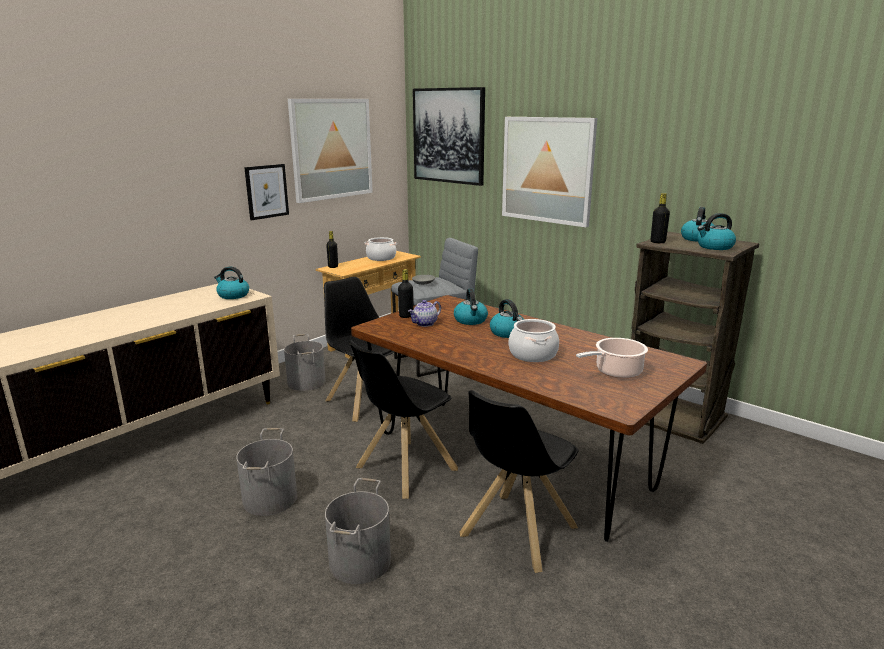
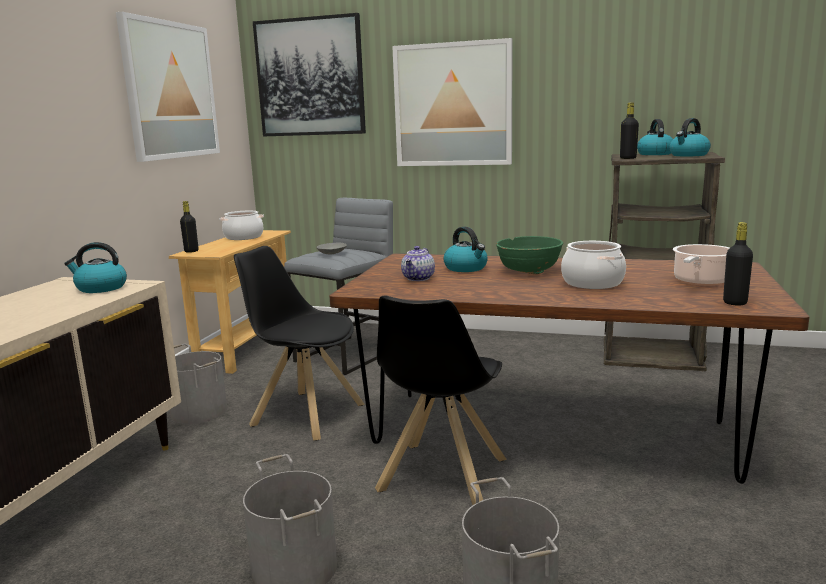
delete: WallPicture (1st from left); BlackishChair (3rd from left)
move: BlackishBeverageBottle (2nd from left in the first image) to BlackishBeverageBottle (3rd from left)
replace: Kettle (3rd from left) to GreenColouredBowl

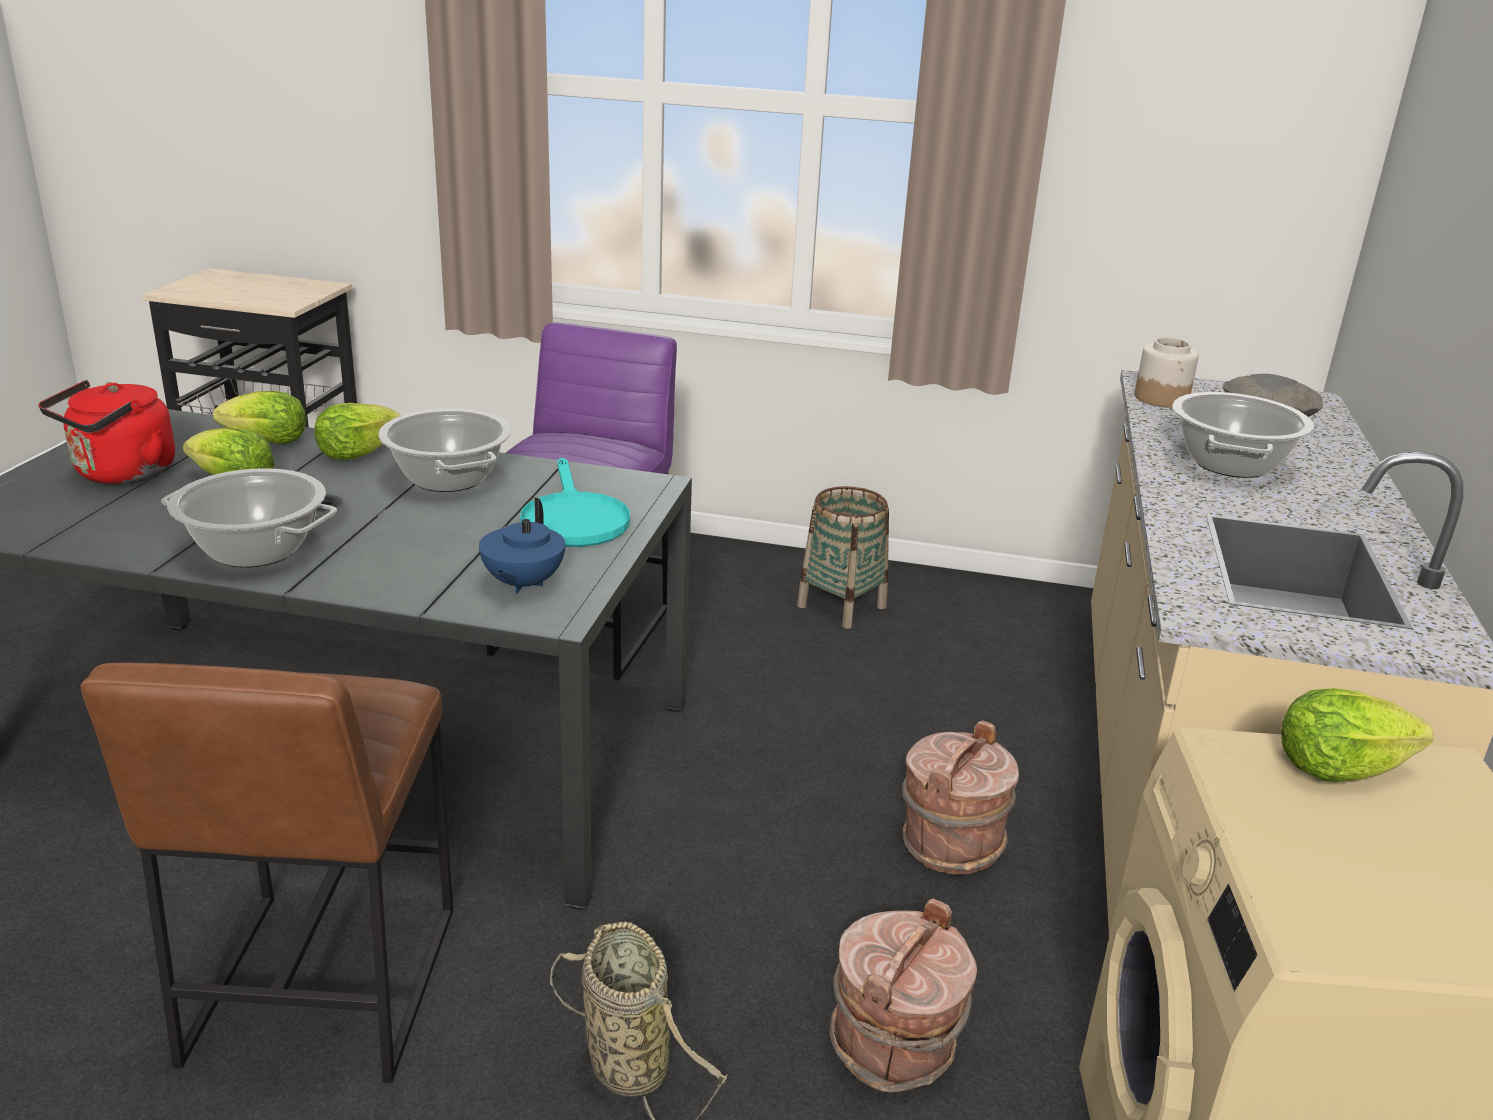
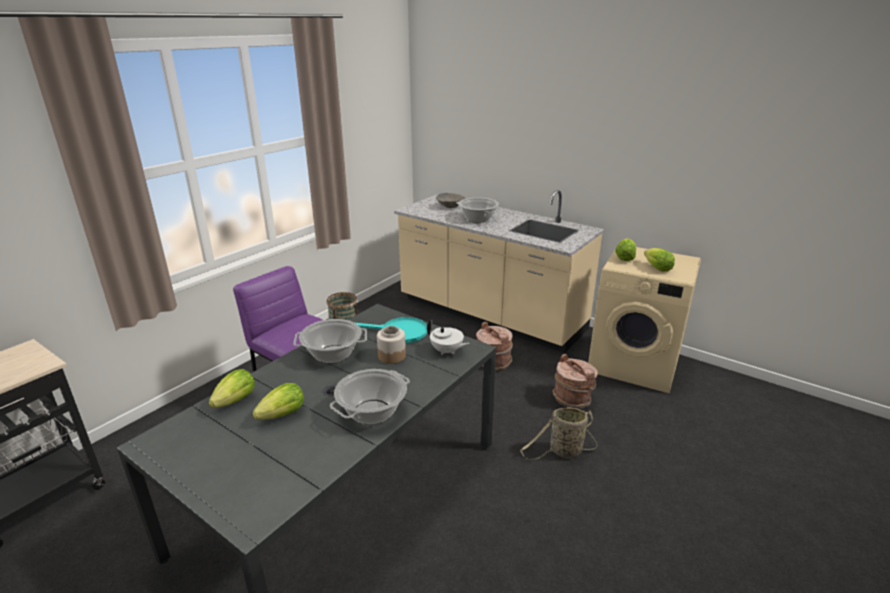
delete: RedKettle; BrownColouredChair
move: Jar; HeadOfLettuce (3rd from left in the first image) to HeadOfLettuce (4th from left)
recolor: BlueColouredTeapot to WhiteTeapot

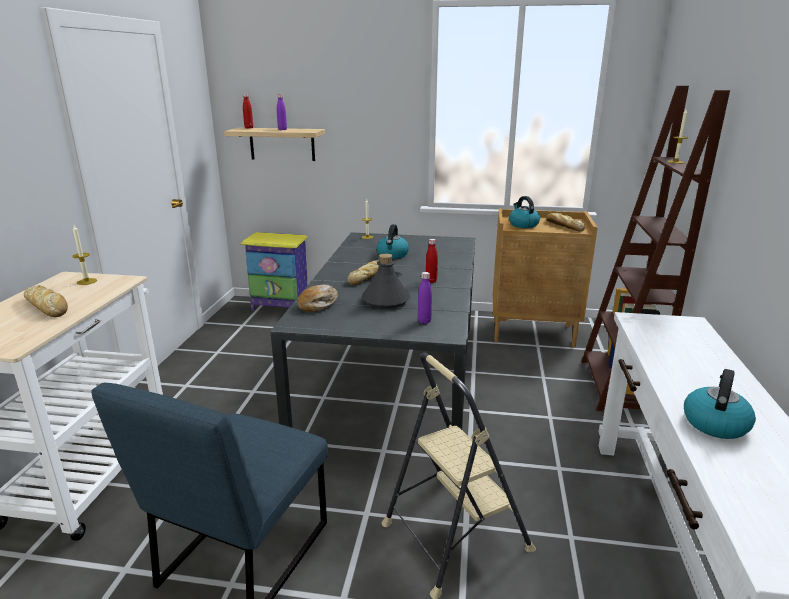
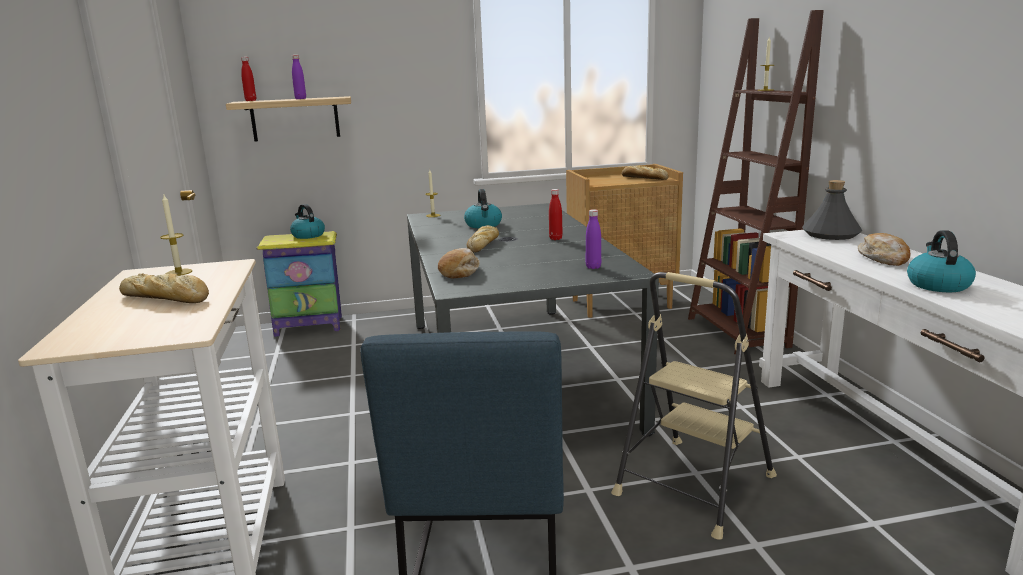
insert: BakeryBread (5th from left)
move: Kettle (2nd from left in the first image) to Kettle (1st from left); GreyishBeverageBottle

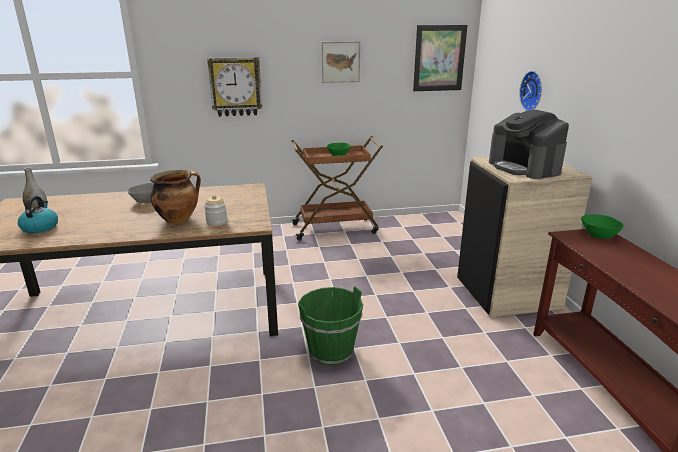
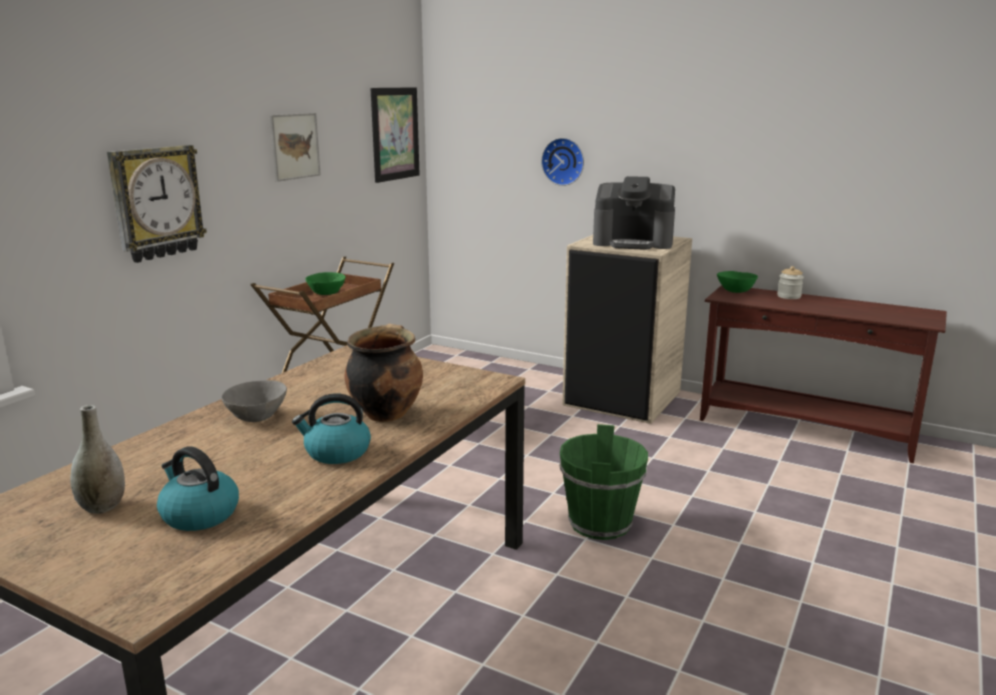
insert: Kettle (2nd from left)
move: Jar

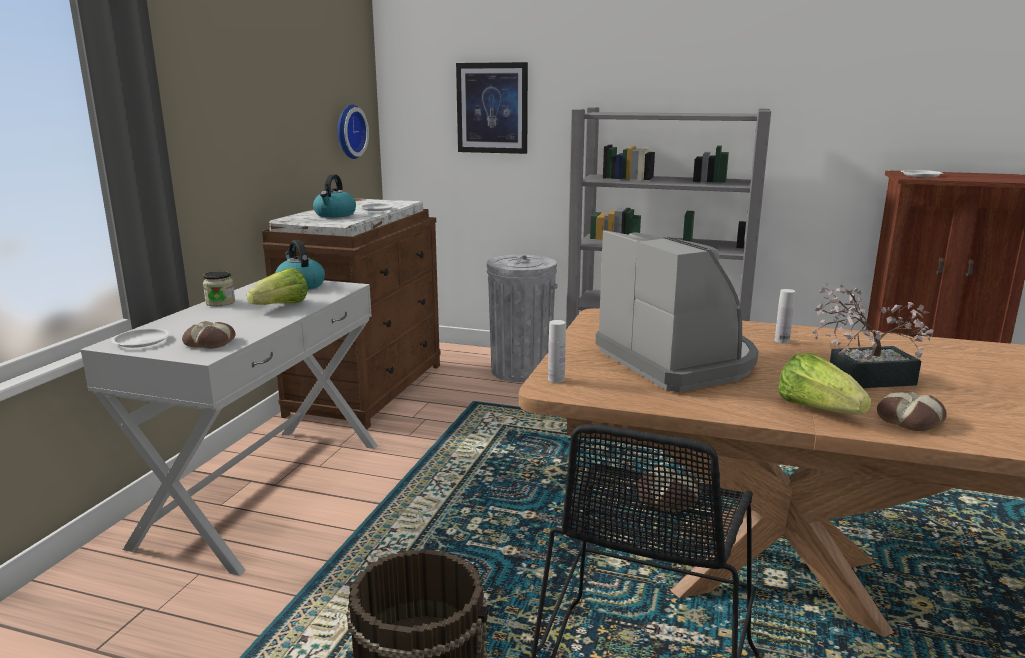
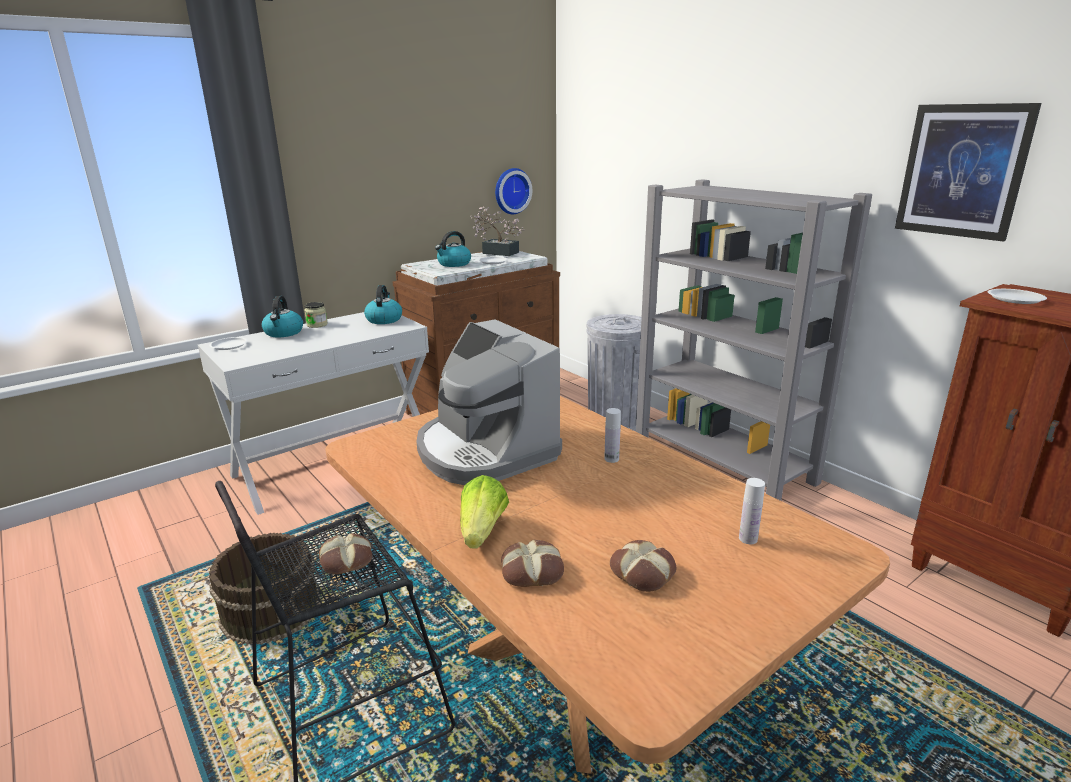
delete: HeadOfLettuce (1st from left)
insert: Kettle (1st from left)
move: PottedPlant; BakeryBread (1st from left in the first image) to BakeryBread (3rd from left); WhiteBeverageBottle (1st from left in the first image) to WhiteBeverageBottle (2nd from left); WallPicture
rotate: CoffeeMachine 135 degrees clockwise

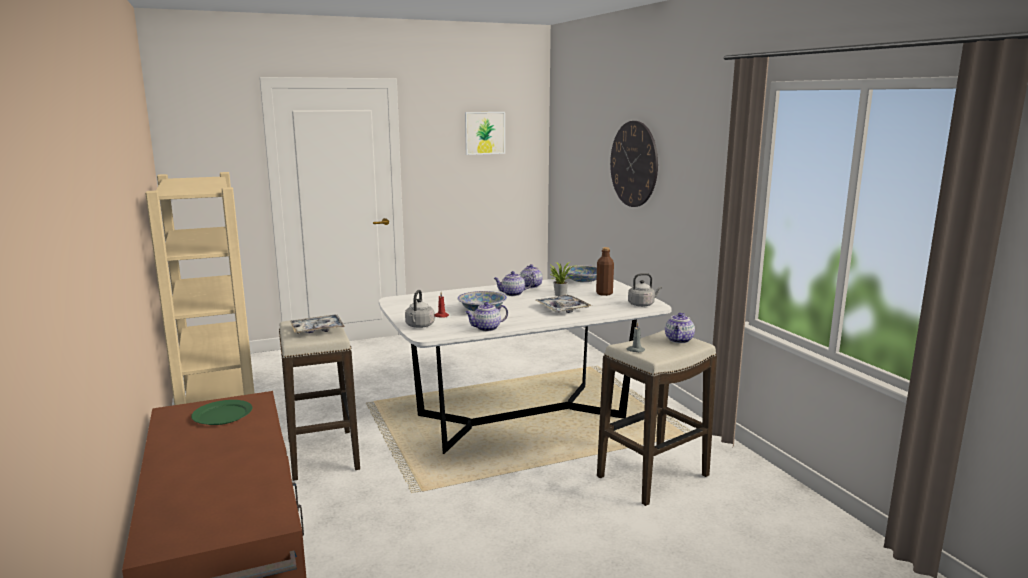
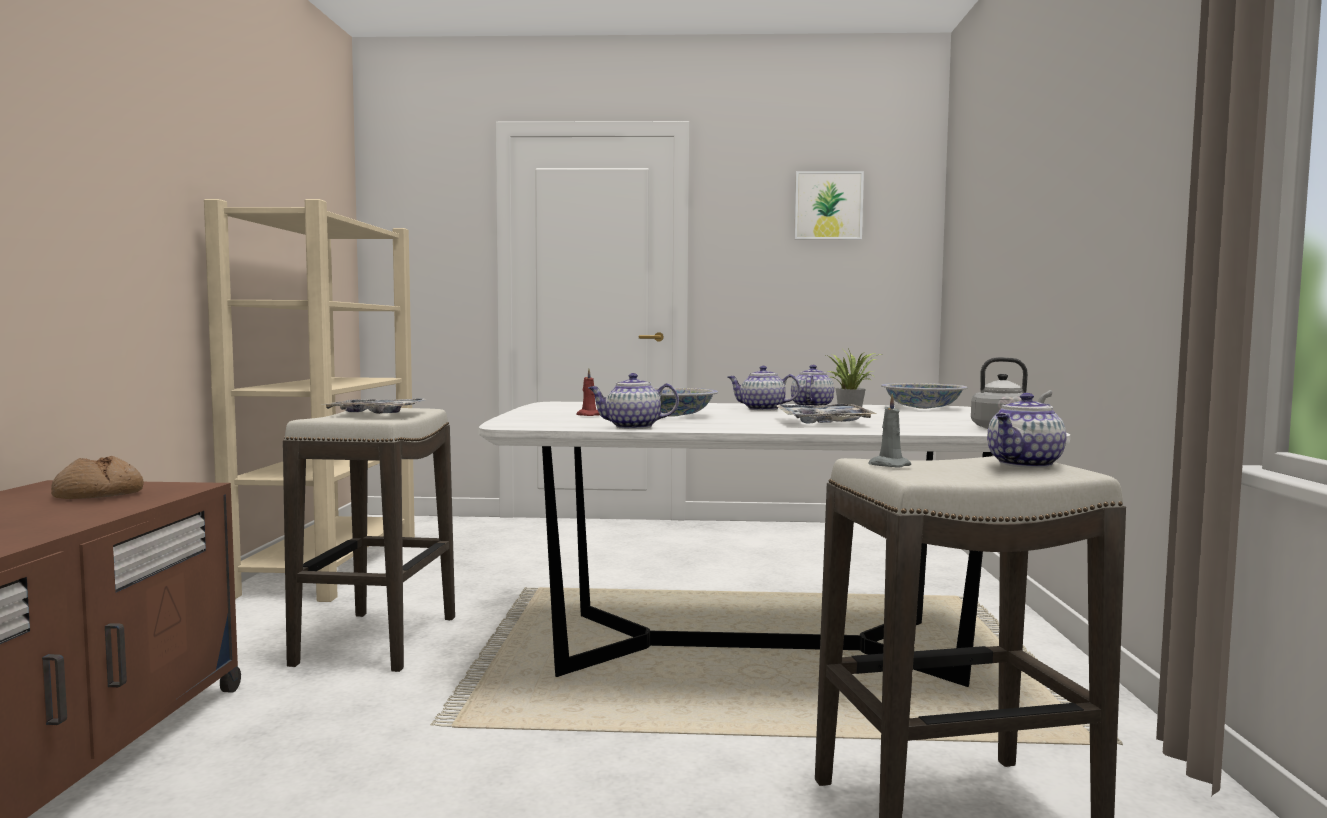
delete: GreyishKettle (1st from left); BrownColouredBeverageBottle; HangingClock
replace: GreenColouredPlate to BakeryBread

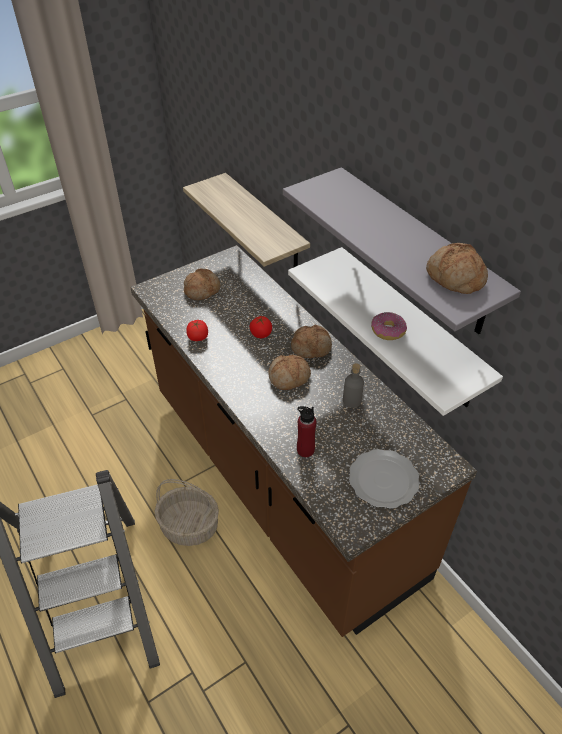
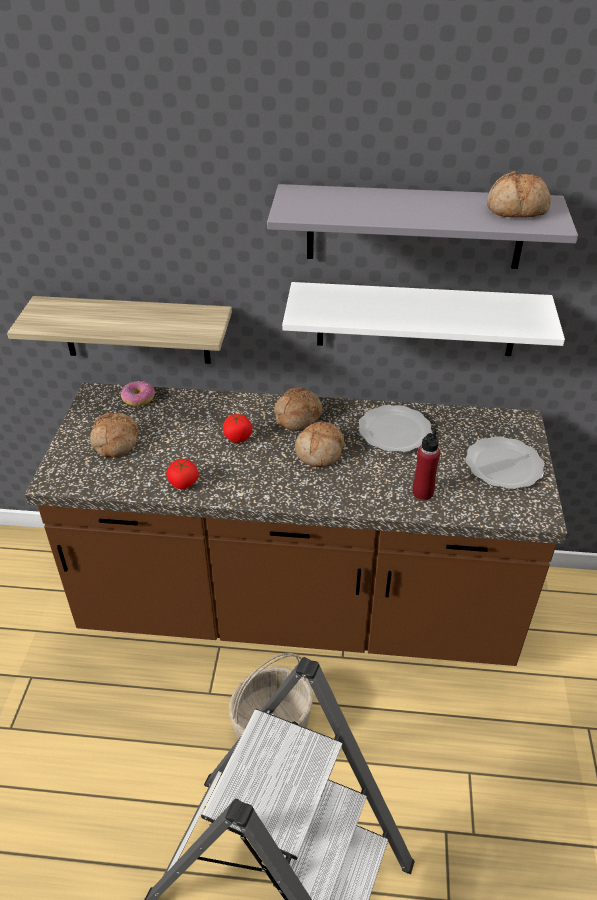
move: RingDoughnut
replace: GreyishBeverageBottle to Plate (1st from left)

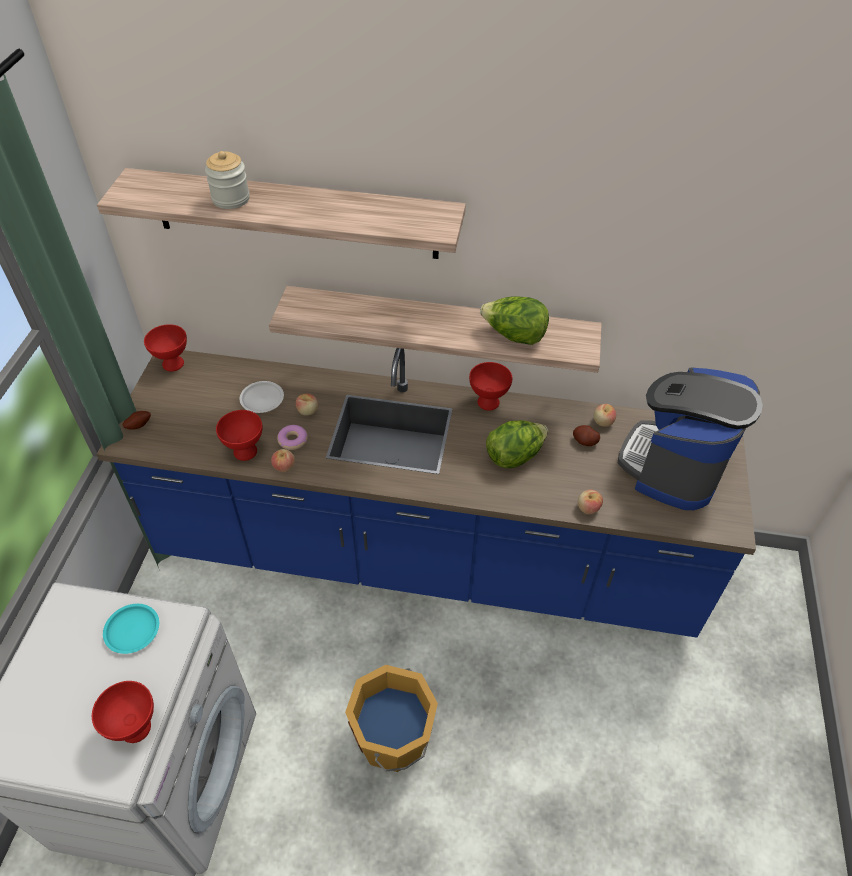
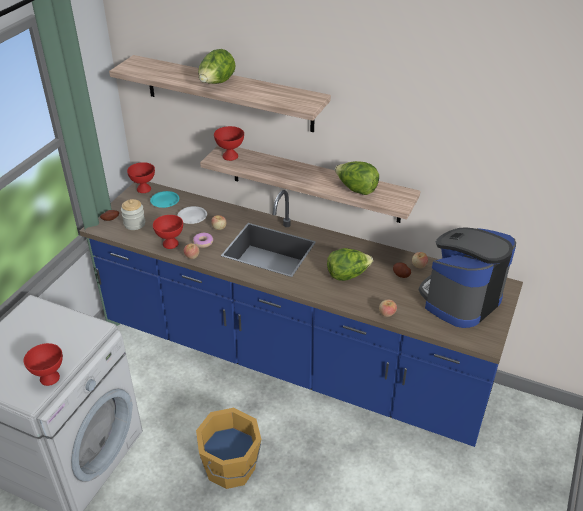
insert: HeadOfLettuce (1st from left)
move: Jar; TurquoisePlate; RedBowl (4th from left)

